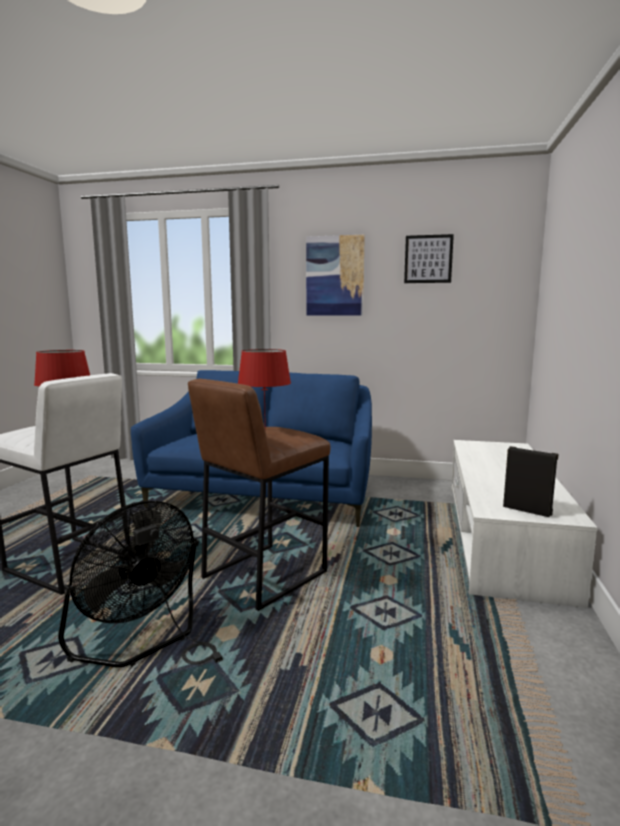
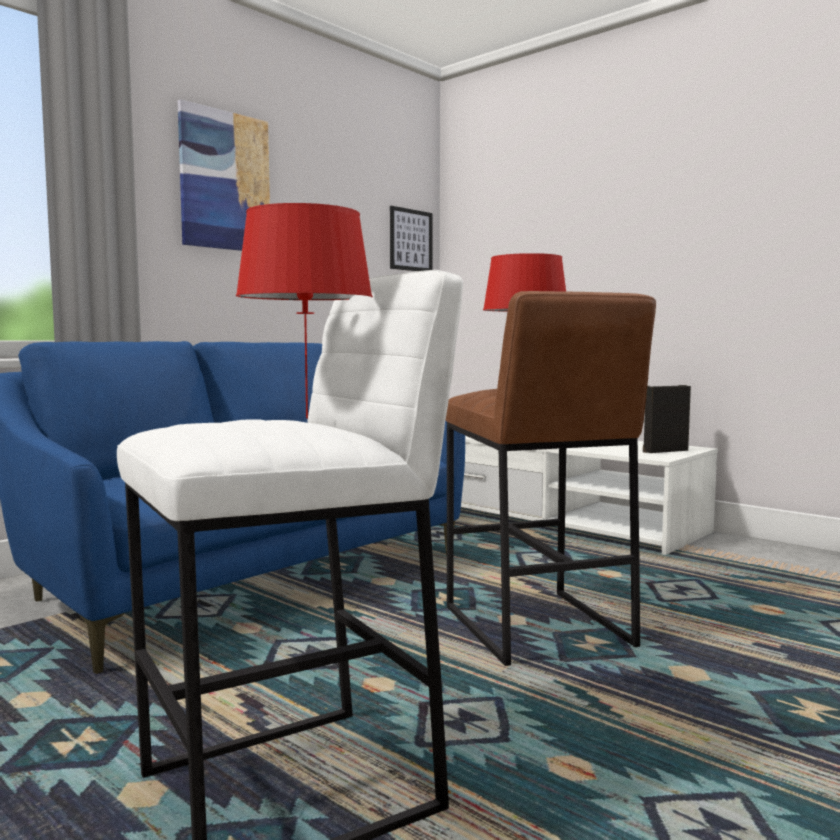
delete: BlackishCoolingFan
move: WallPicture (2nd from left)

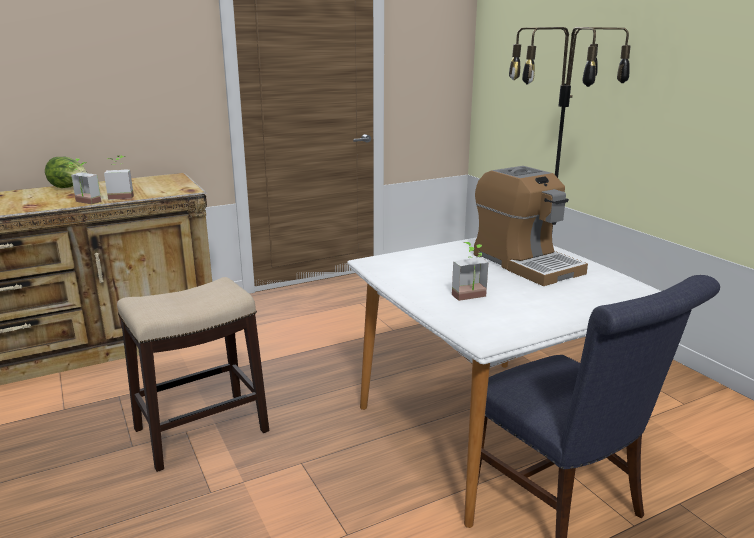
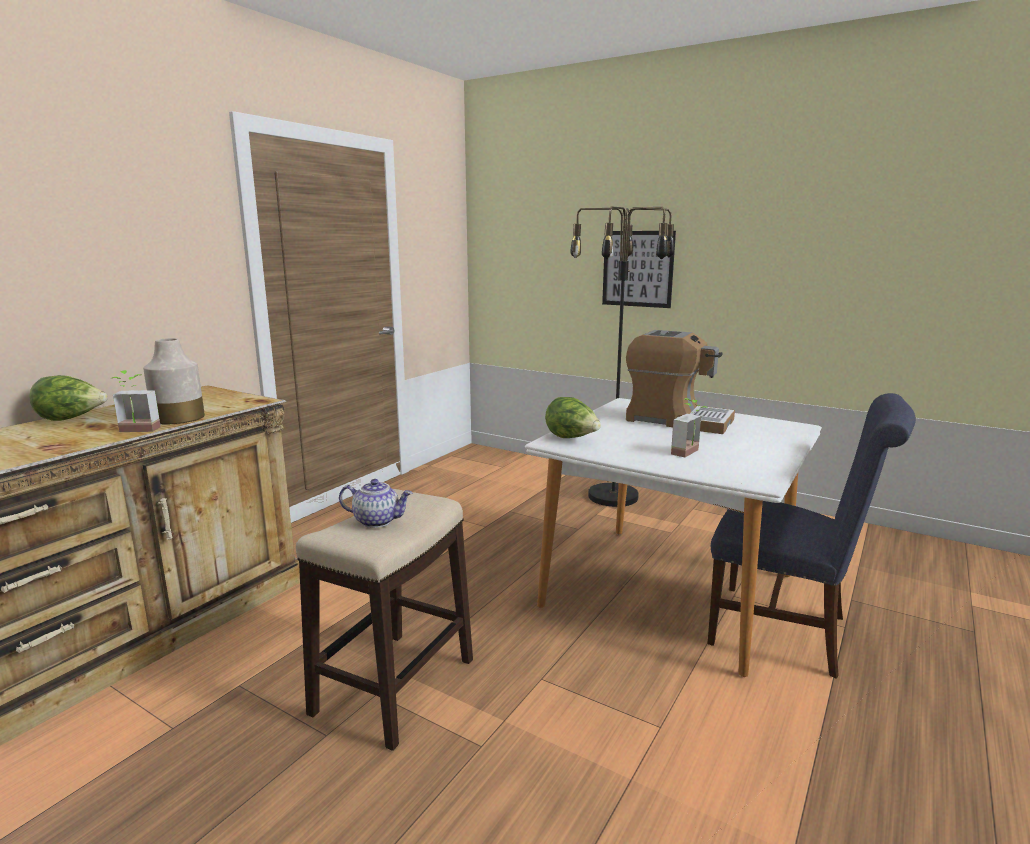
insert: Teapot; HeadOfLettuce (2nd from left); WallPicture
replace: PottedPlant (2nd from left) to SandColouredVase

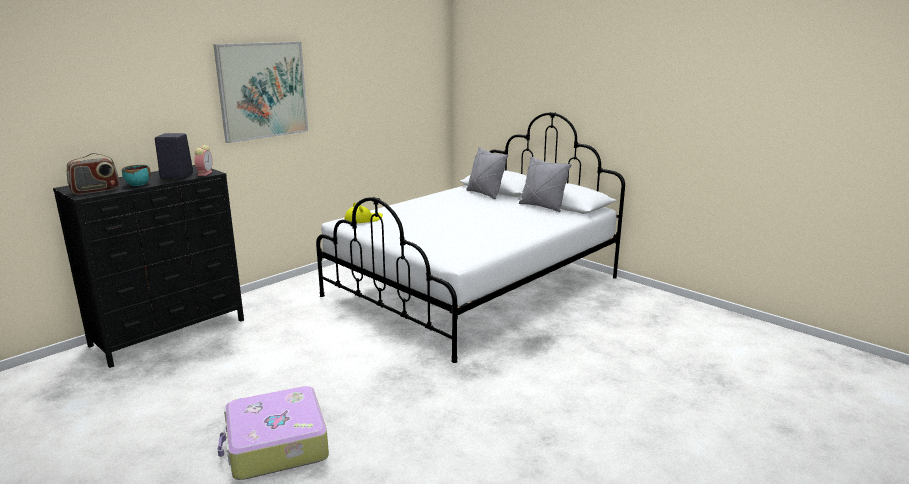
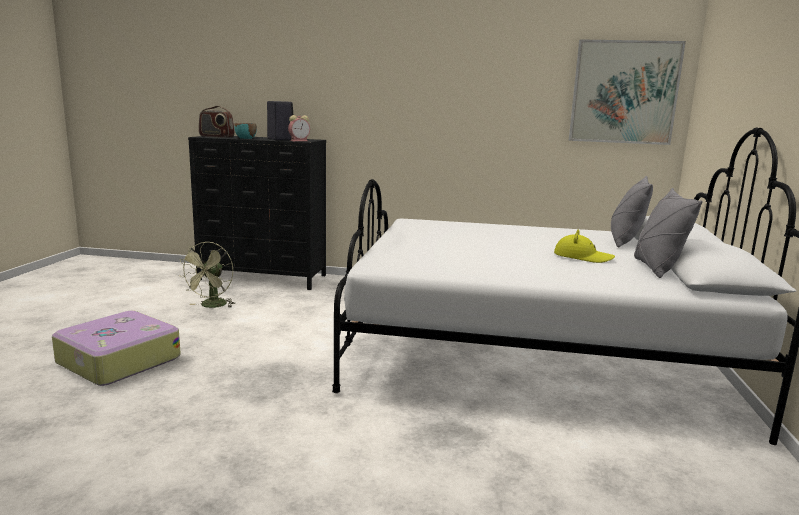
insert: GreenColouredCoolingFan
move: YellowClothingHat; WallPicture

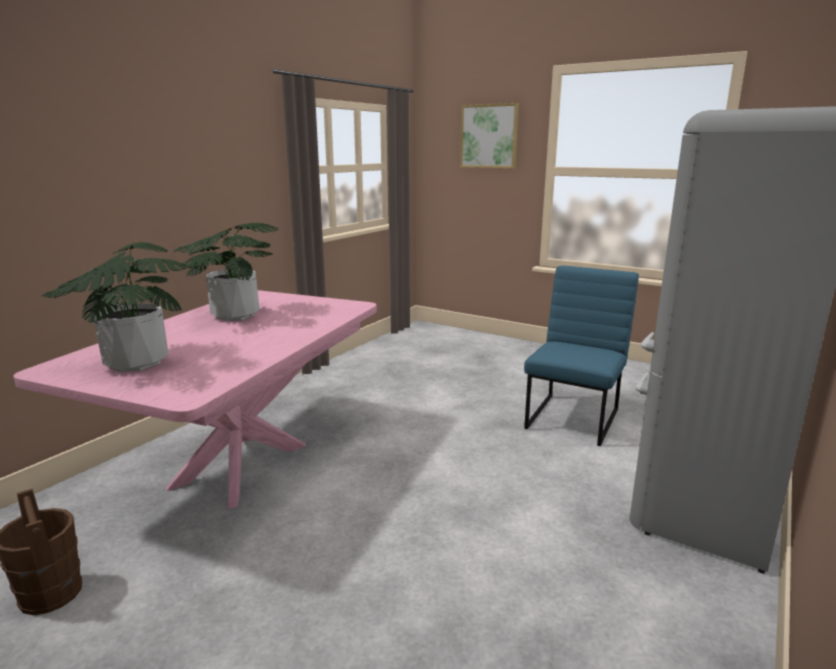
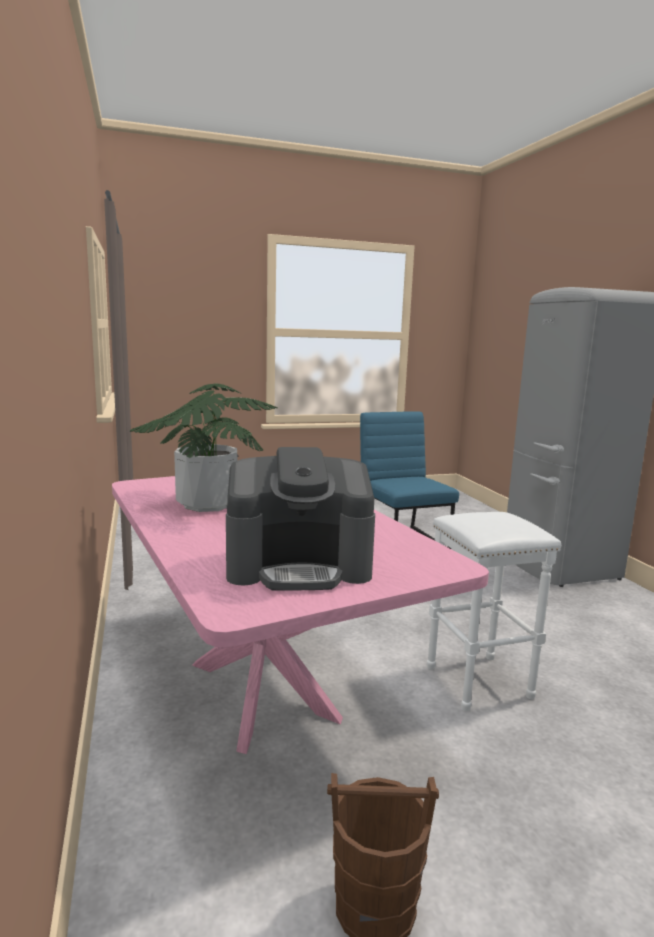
delete: WallPicture
insert: WhiteSittingStool
replace: PottedPlant (1st from left) to CoffeeMachine

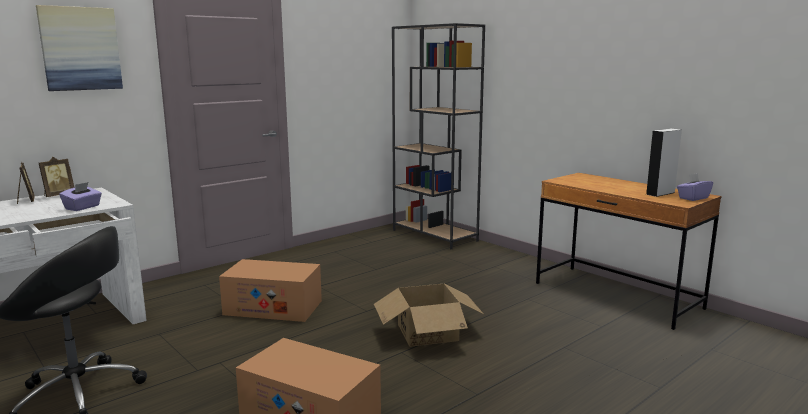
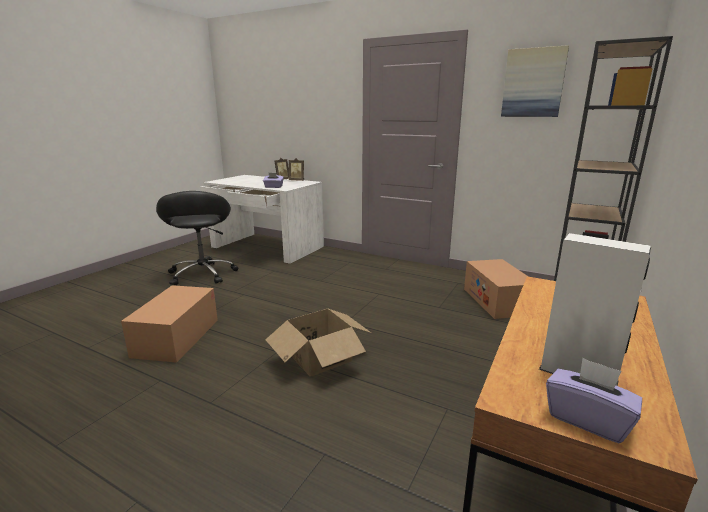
move: Carton (1st from left in the first image) to Carton (3rd from left); WallPicture

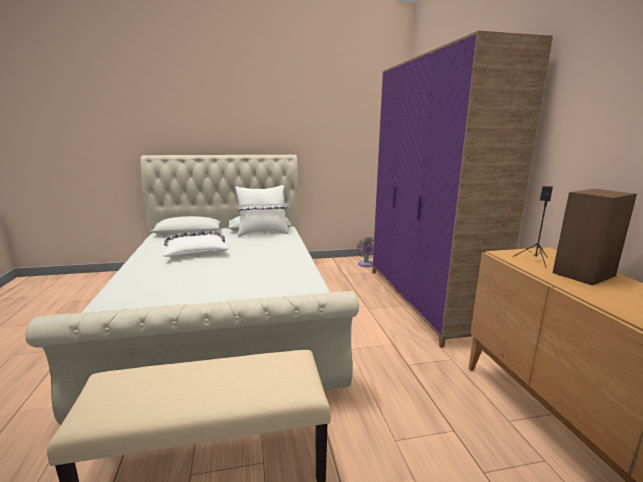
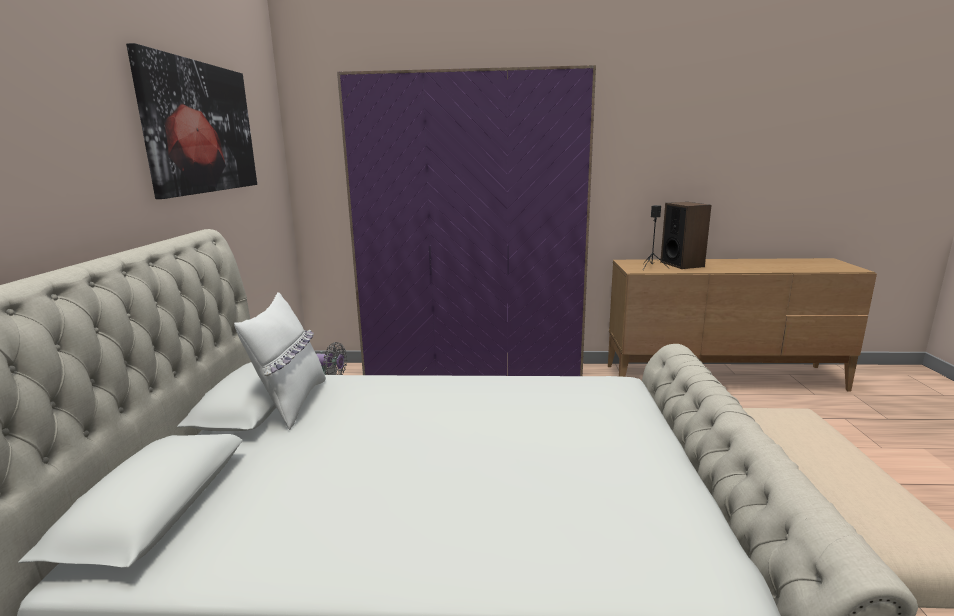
delete: WhiteThrowPillow (1st from left)
insert: WallPicture

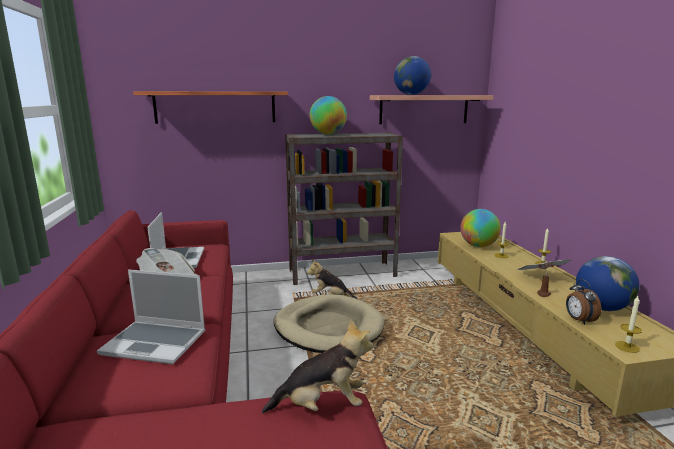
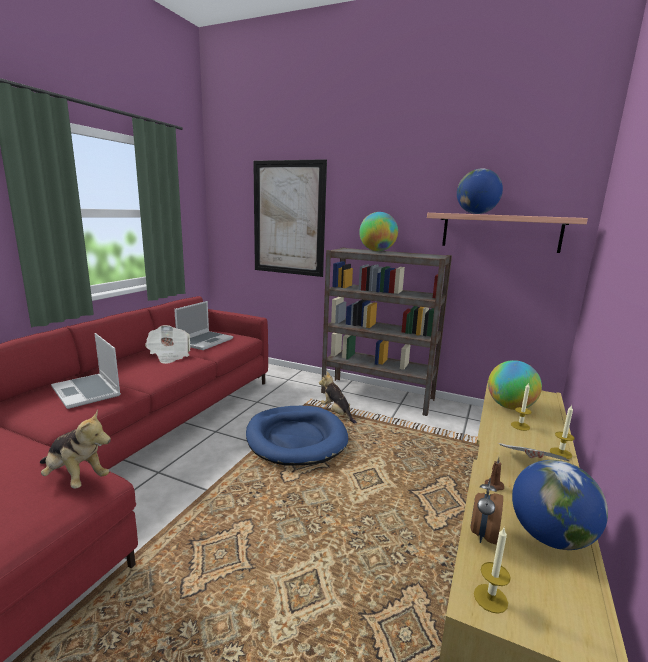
replace: BracketShelf (1st from left) to WallPicture
recolor: SandColouredPetBed to BlueColouredPetBed

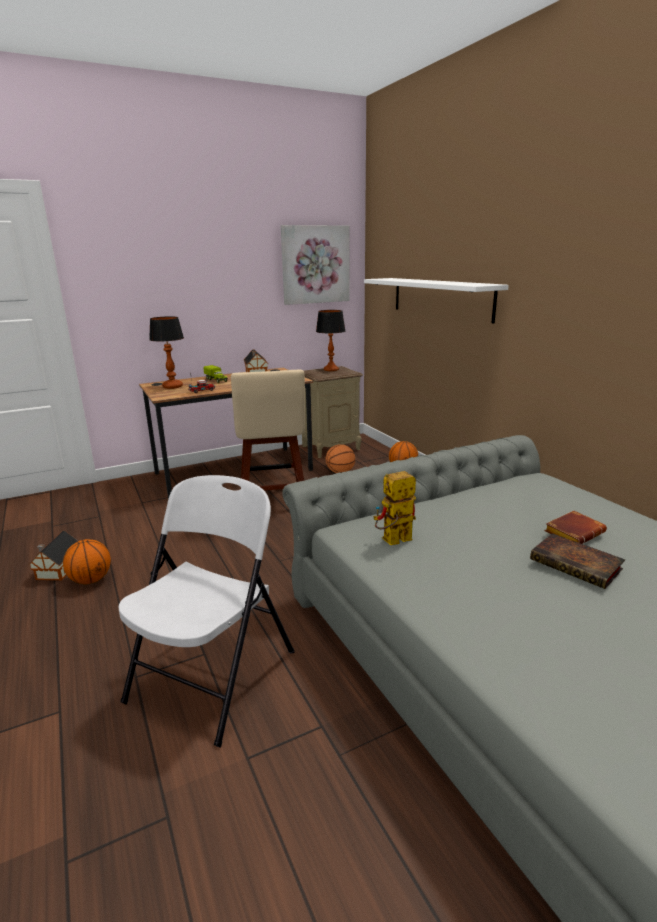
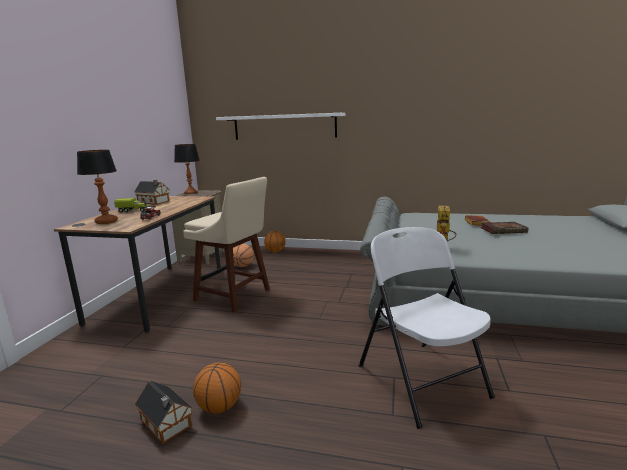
delete: WallPicture

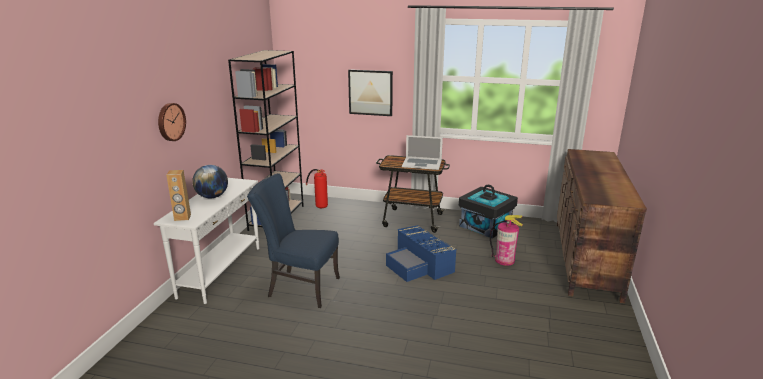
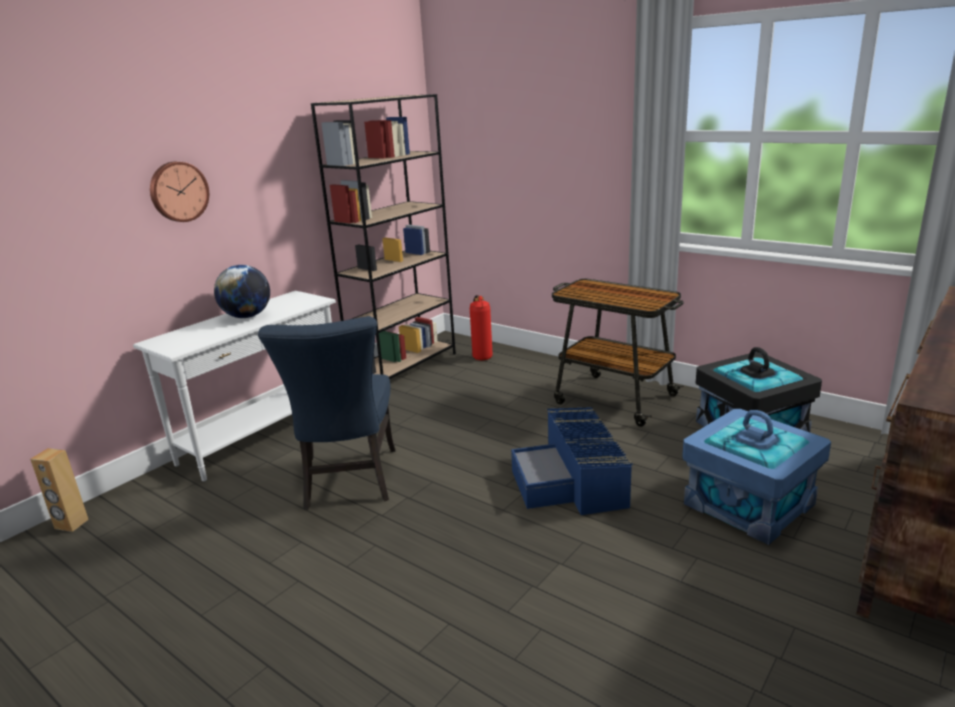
delete: WallPicture; Laptop
move: BrownColouredAudioSpeaker
replace: FireExtinguisher (2nd from left) to BlueColouredStorageContainer (2nd from left)
rotate: BlueColouredChair 135 degrees counterclockwise

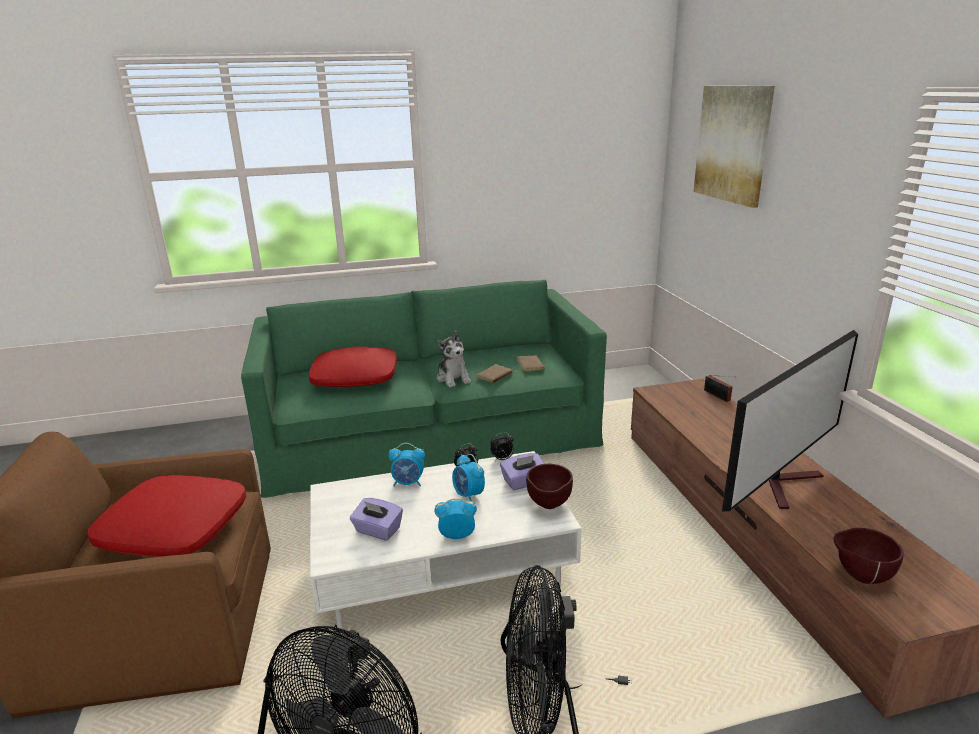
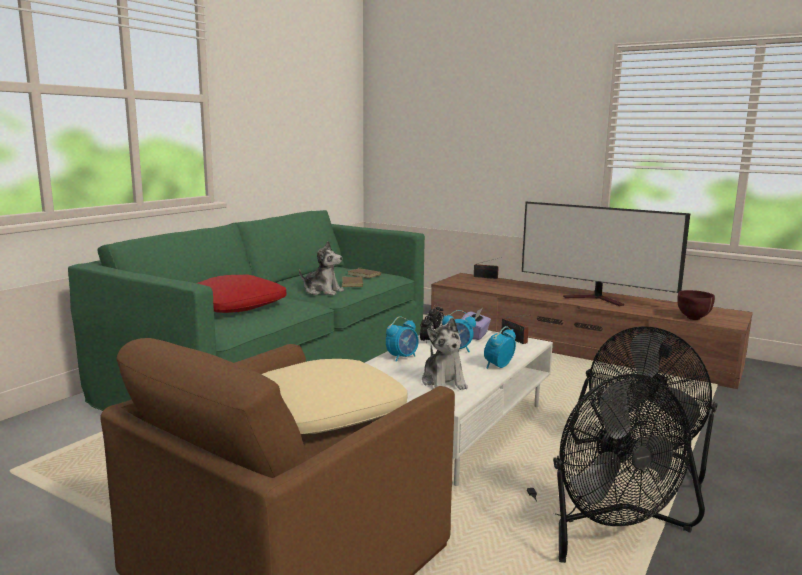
delete: WallPicture
replace: PurpleTissueHolder (1st from left) to SoftToy (2nd from left); BrownColouredBowl (1st from left) to RadioReceiver (2nd from left)
recolor: RedThrowPillow (1st from left) to SandColouredThrowPillow
rotate: TvSet 120 degrees clockwise

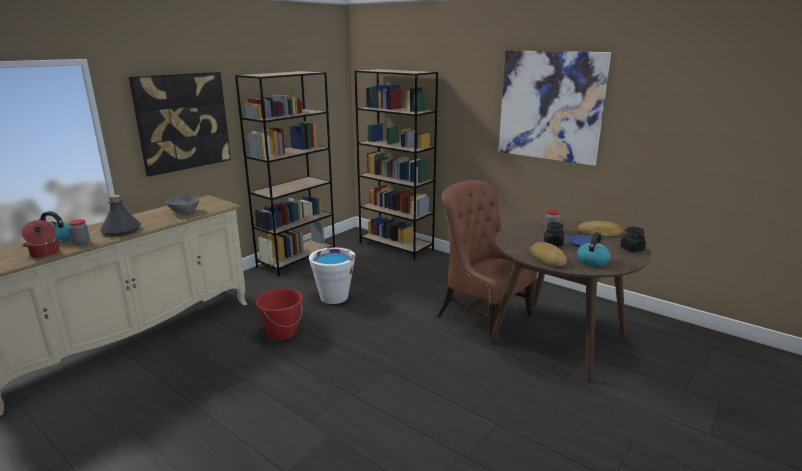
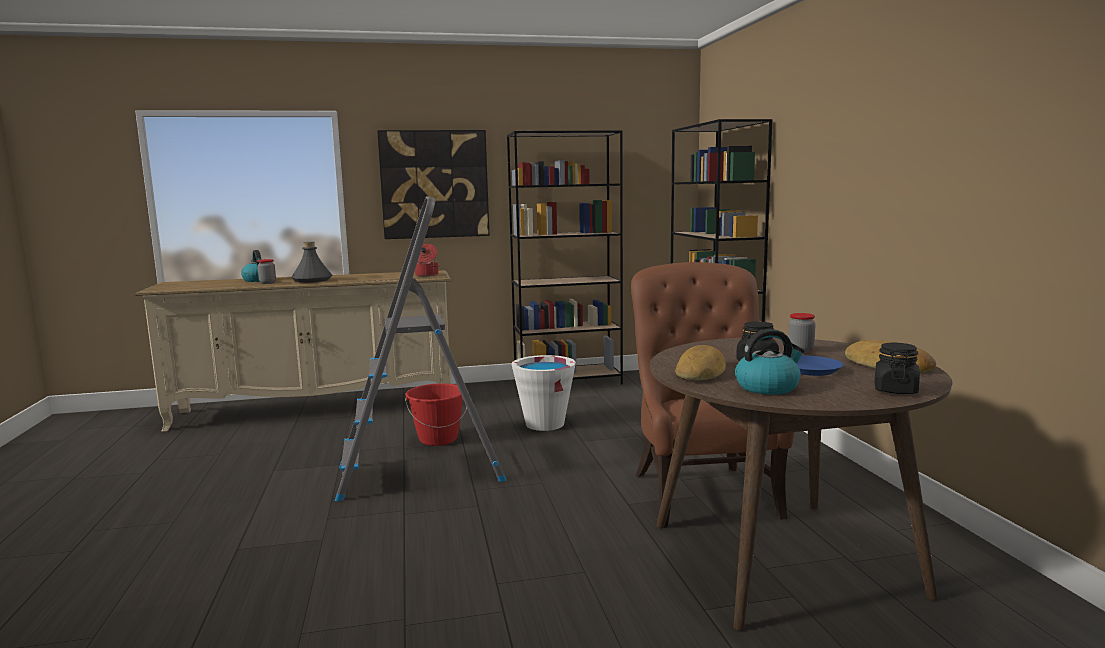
delete: GreyishBowl; WallPicture (2nd from left)
insert: GreyishStepStool
move: CookingPot

